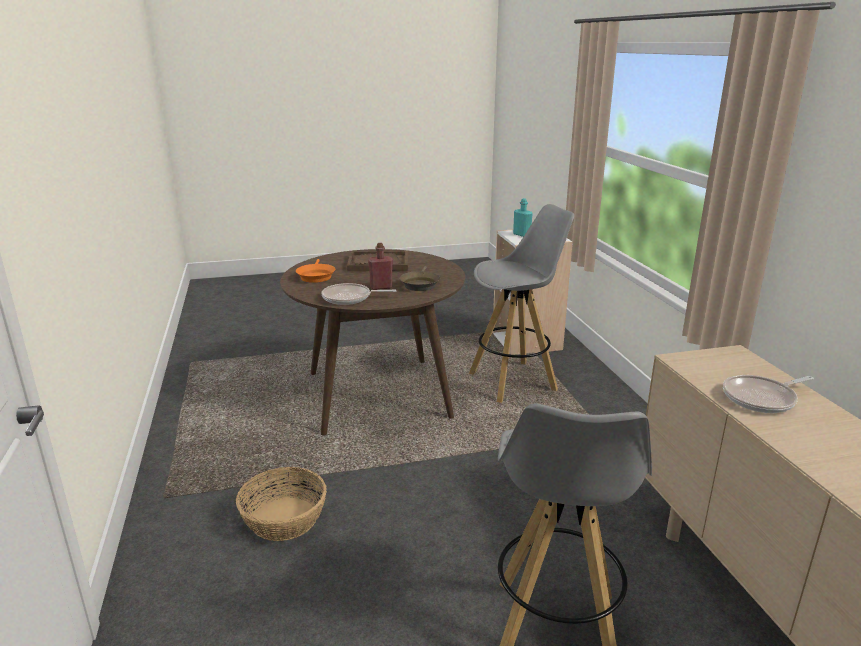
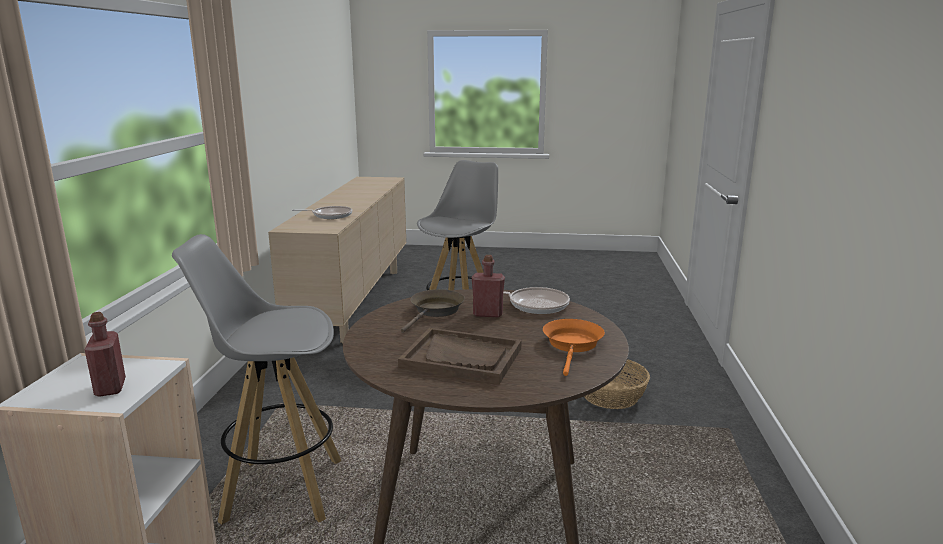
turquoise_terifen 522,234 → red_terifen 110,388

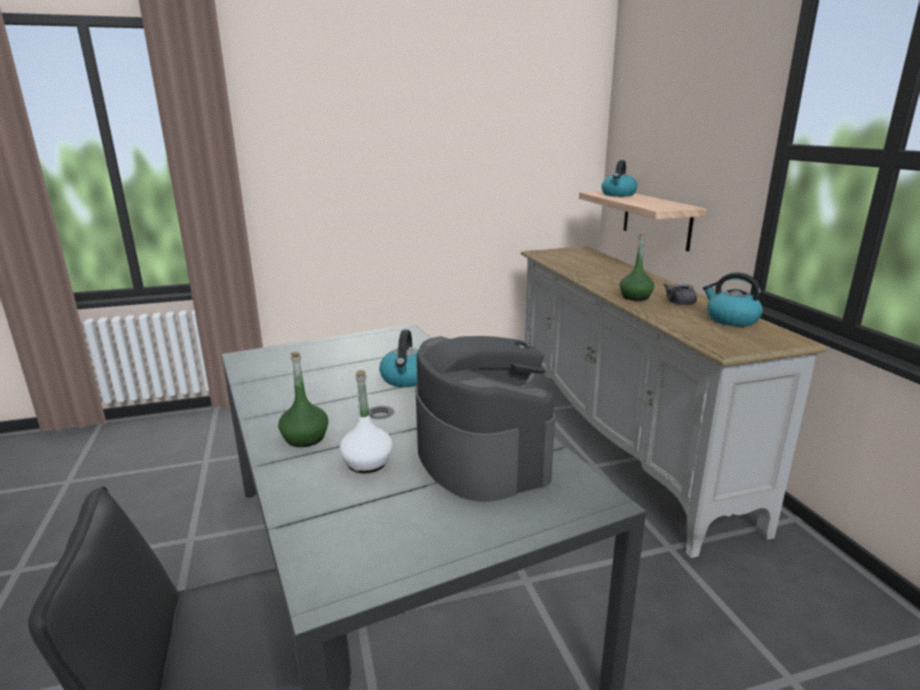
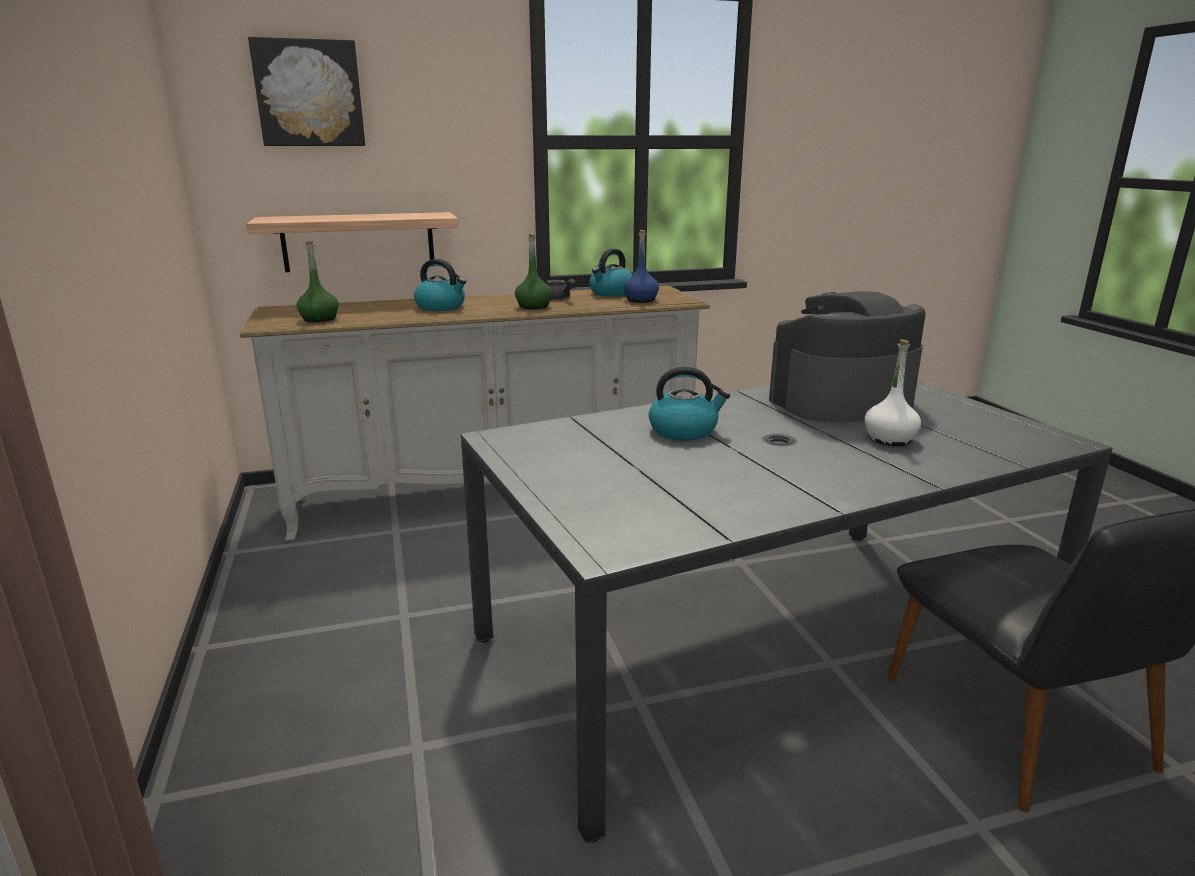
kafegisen 618,195 → kafegisen 441,307, moved
green_terifen 305,438 → green_terifen 319,319, moved
- → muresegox 309,94
- → blue_terifen 641,300

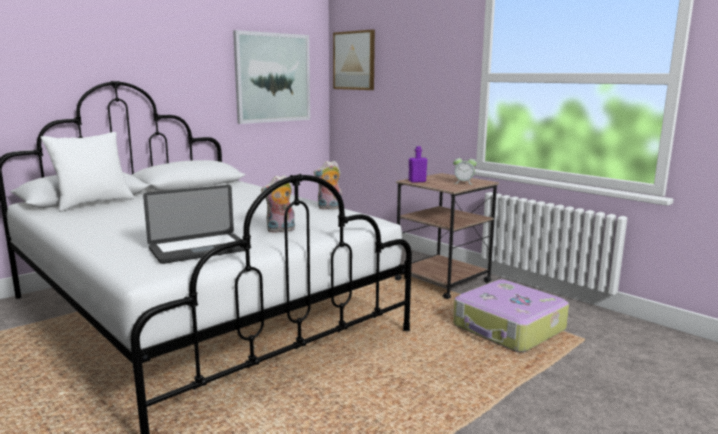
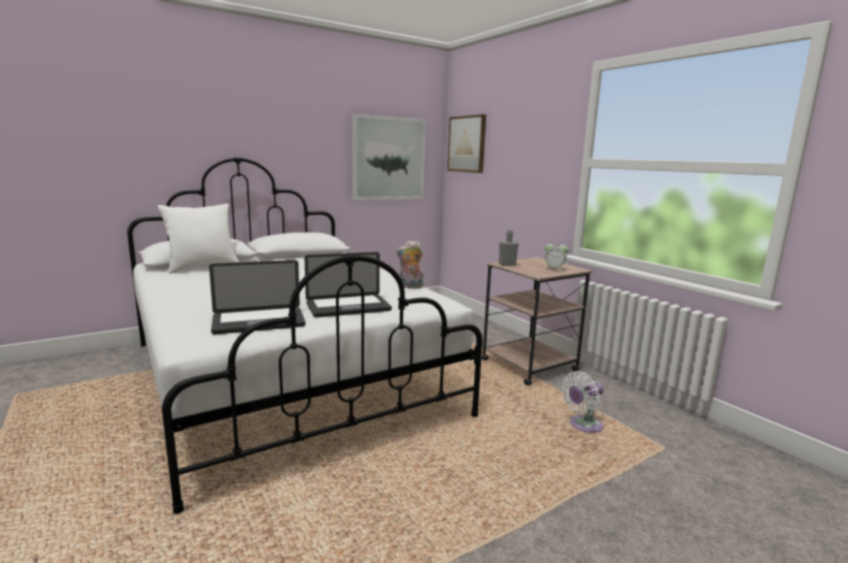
purple_terifen 417,181 → grey_terifen 507,264
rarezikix 280,230 → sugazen 348,307
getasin 508,328 → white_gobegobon 583,426

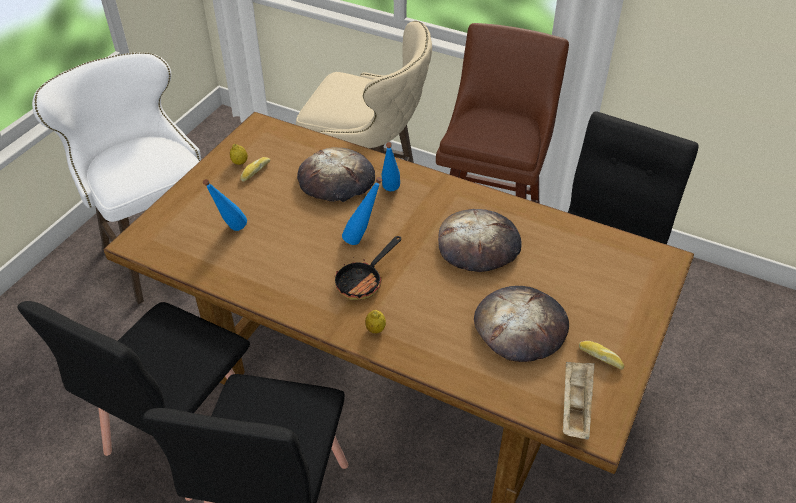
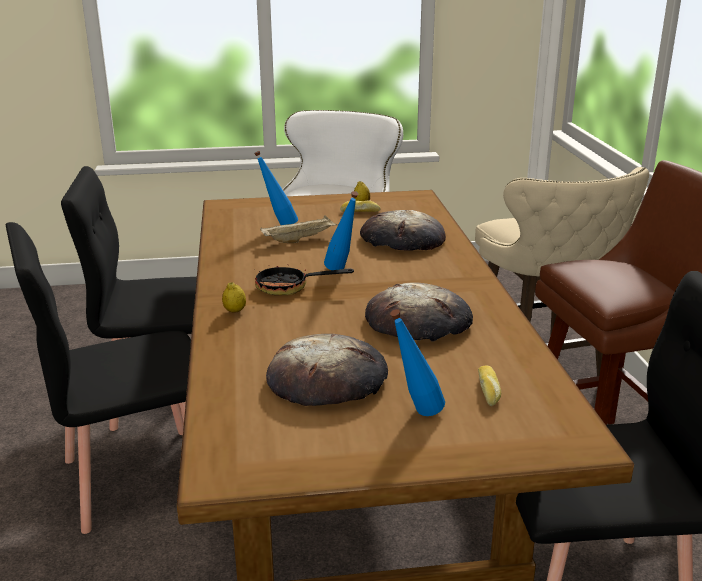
blue_terifen 390,193 → blue_terifen 415,415, moved
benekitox 601,357 → benekitox 489,391, moved
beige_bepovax 575,406 → beige_bepovax 300,239, moved

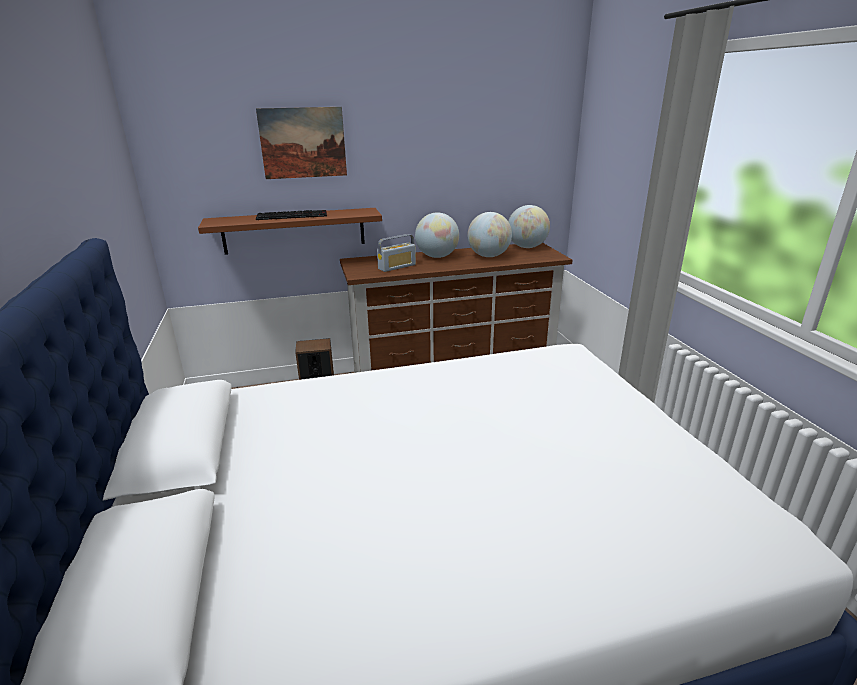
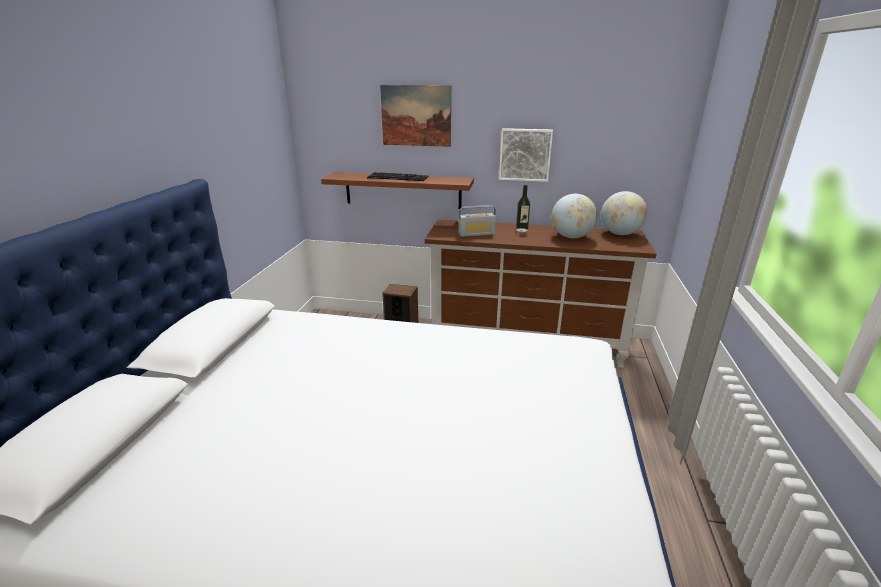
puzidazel 437,256 → terifen 522,230
- → muresegox 525,154

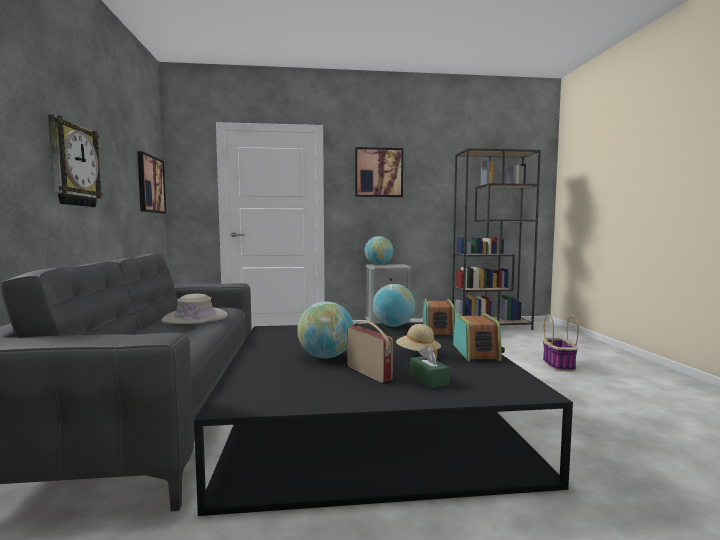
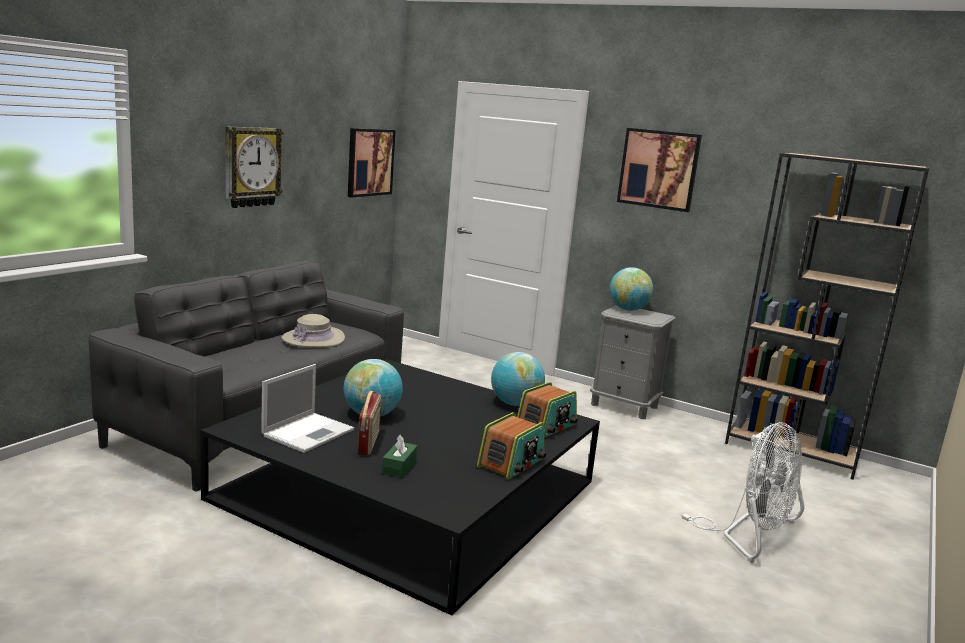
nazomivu 558,365 → white_gobegobon 749,533
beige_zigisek 418,354 → -
- → sugazen 309,432

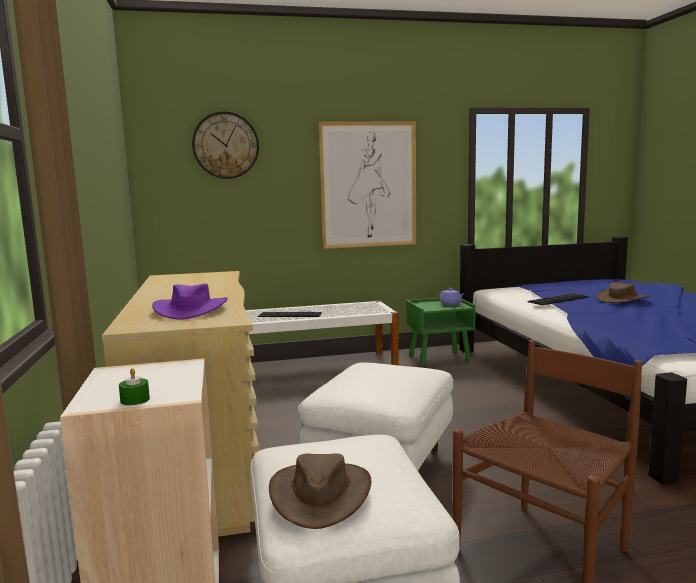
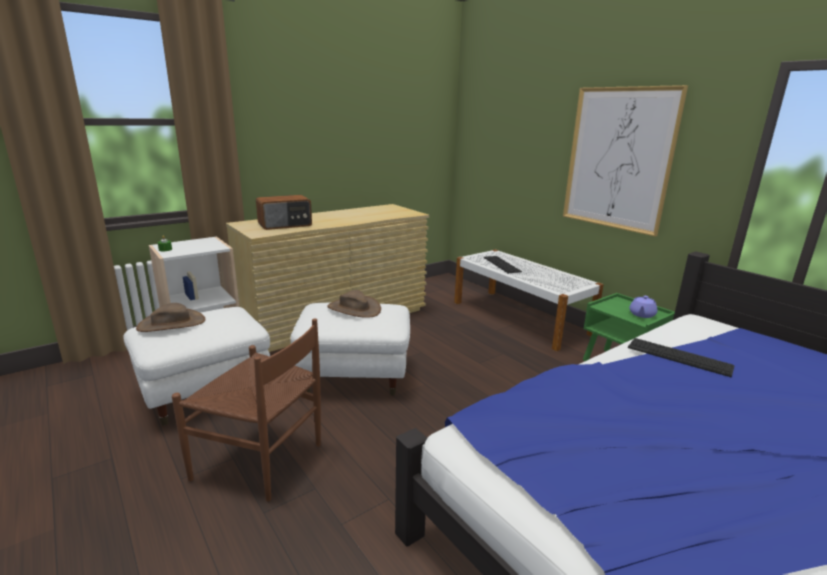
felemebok 225,145 → -
brown_zigisek 622,299 → brown_zigisek 354,309, moved
purple_zigisek 191,310 → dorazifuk 285,225

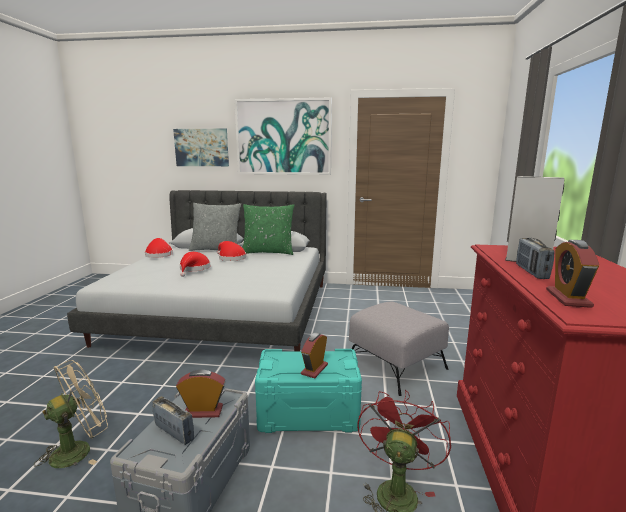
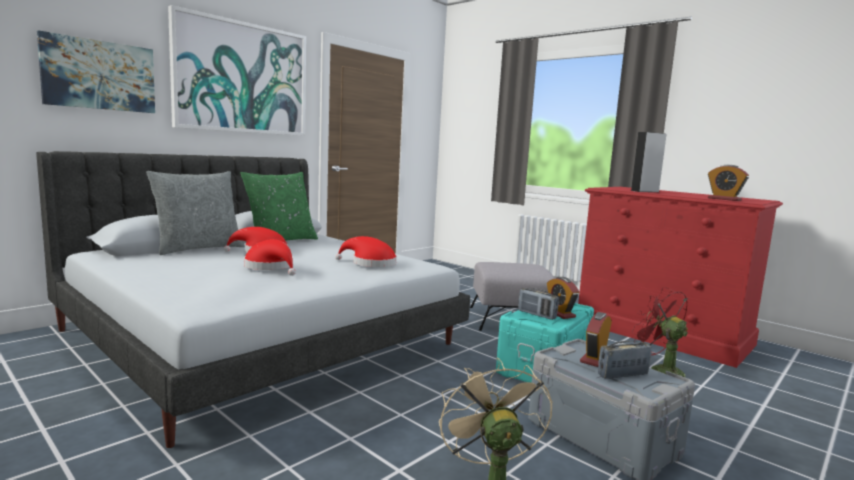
red_zigisek 159,254 → red_zigisek 370,263, moved
dorazifuk 531,272 → dorazifuk 536,315, moved

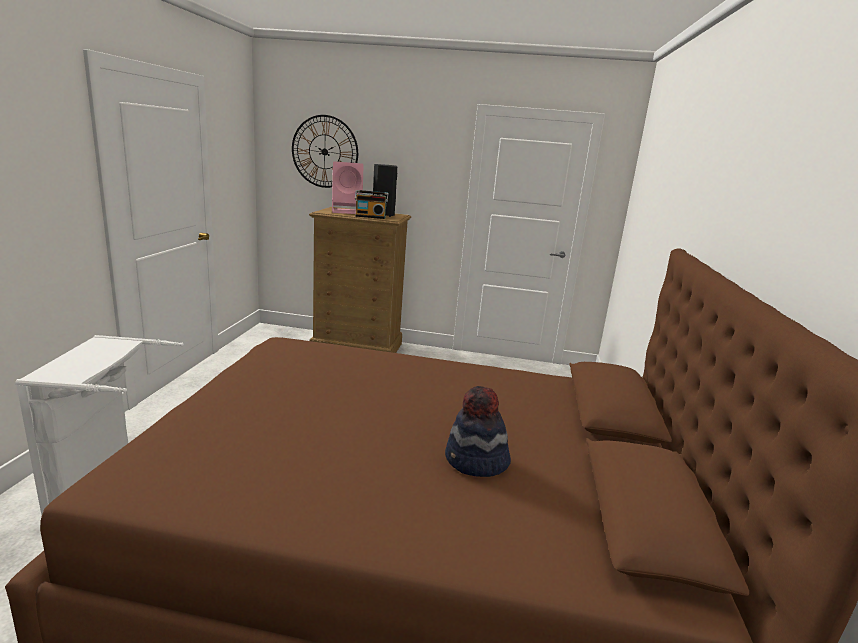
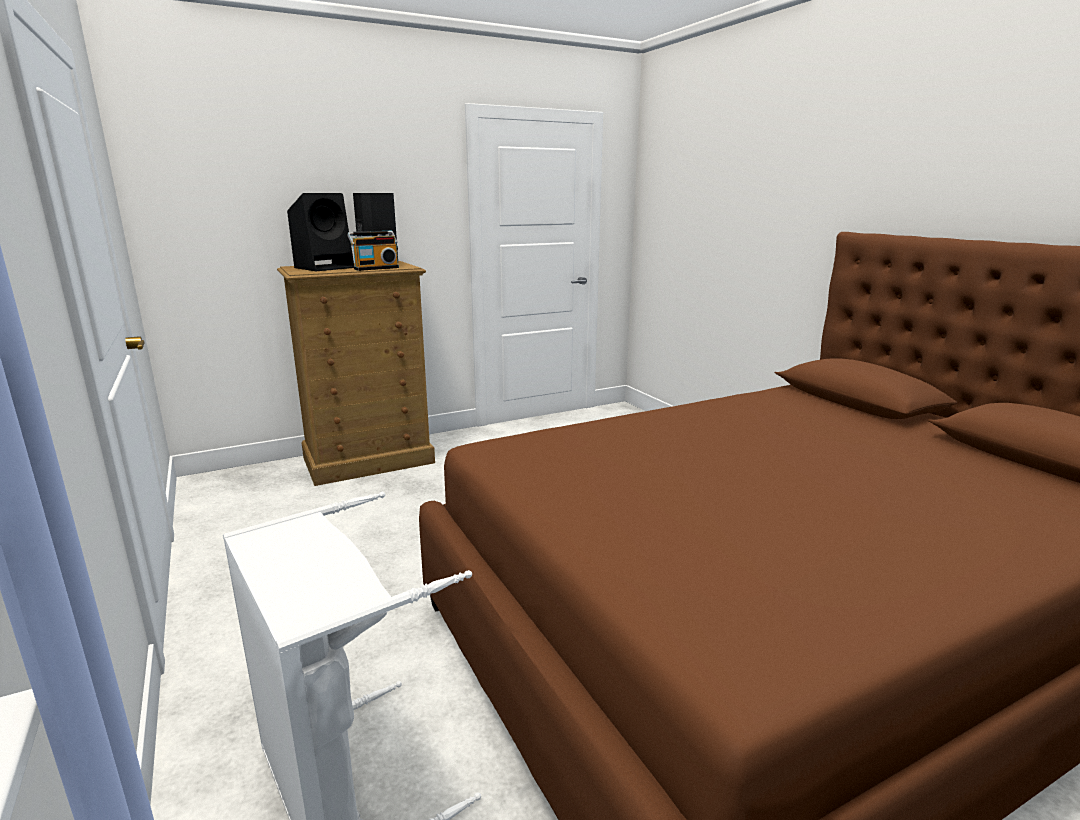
felemebok 324,151 → -
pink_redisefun 347,211 → black_redisefun 325,267
zigisek 476,462 → -

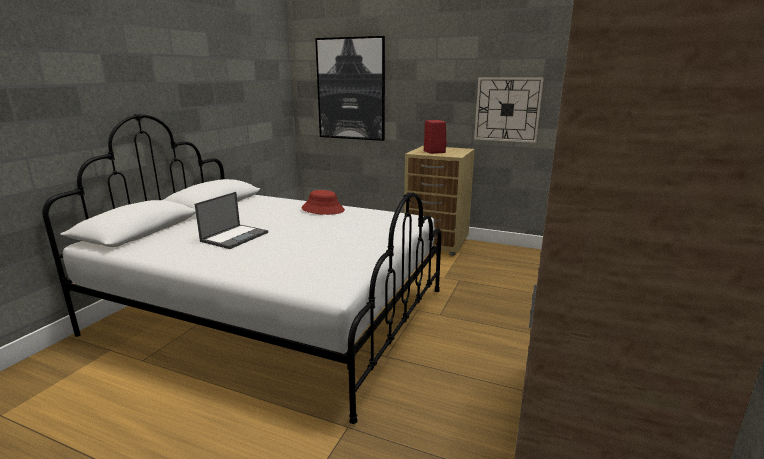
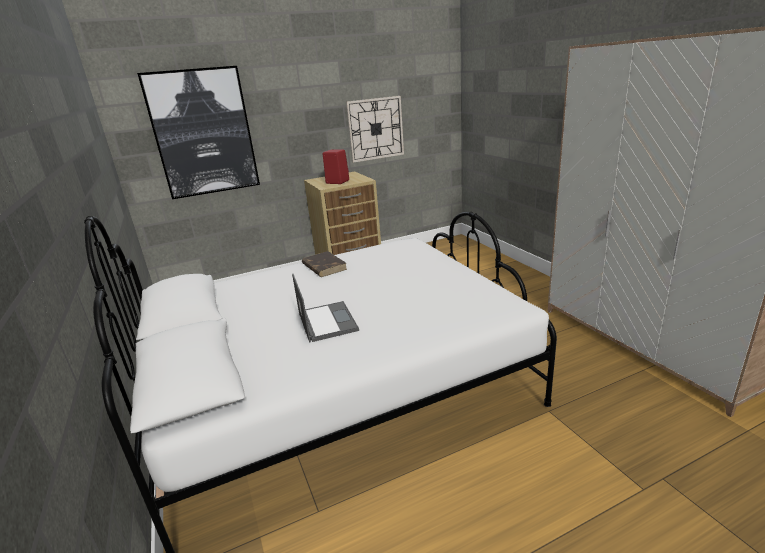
red_zigisek 323,209 → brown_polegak 324,266

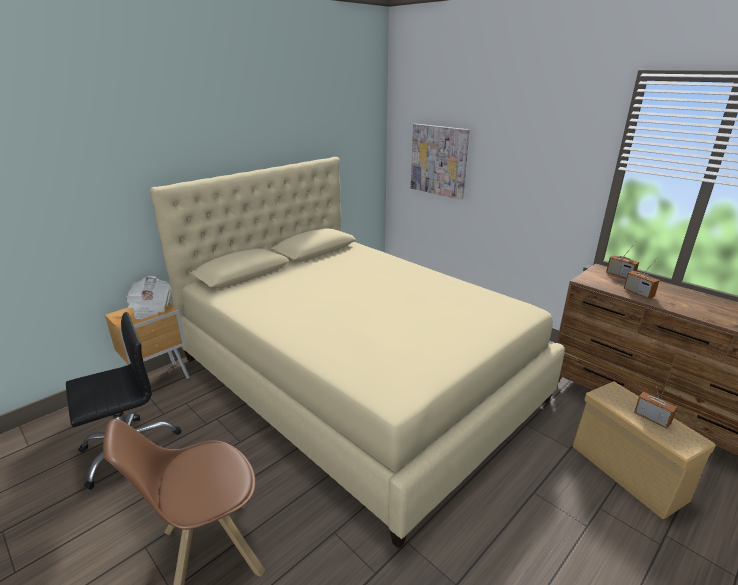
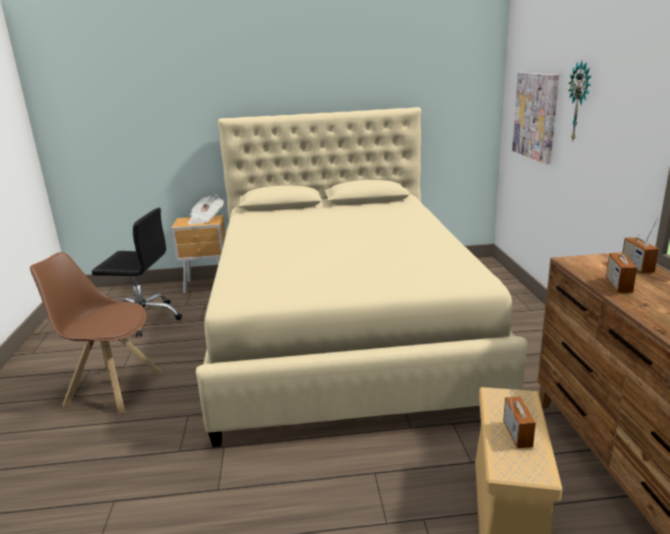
- → felemebok 580,101

